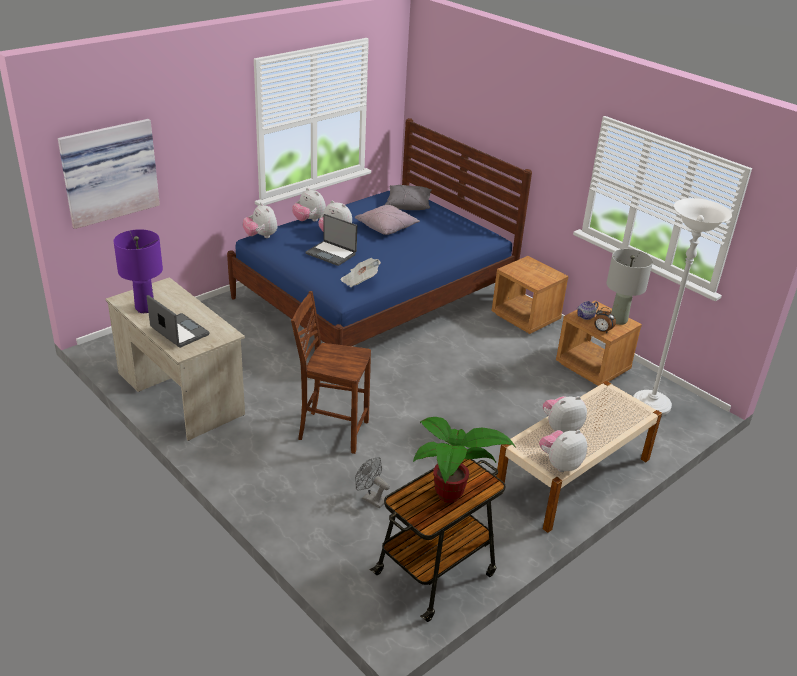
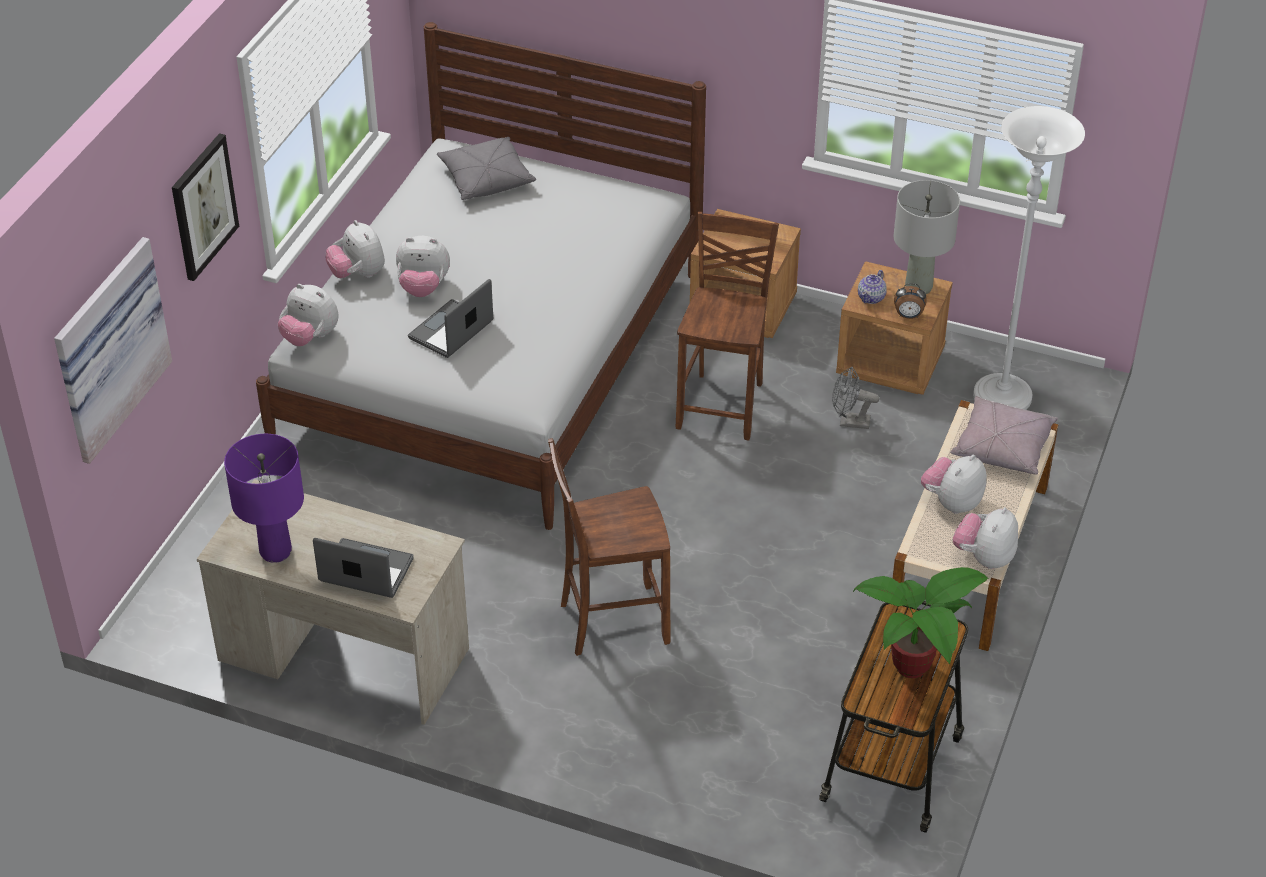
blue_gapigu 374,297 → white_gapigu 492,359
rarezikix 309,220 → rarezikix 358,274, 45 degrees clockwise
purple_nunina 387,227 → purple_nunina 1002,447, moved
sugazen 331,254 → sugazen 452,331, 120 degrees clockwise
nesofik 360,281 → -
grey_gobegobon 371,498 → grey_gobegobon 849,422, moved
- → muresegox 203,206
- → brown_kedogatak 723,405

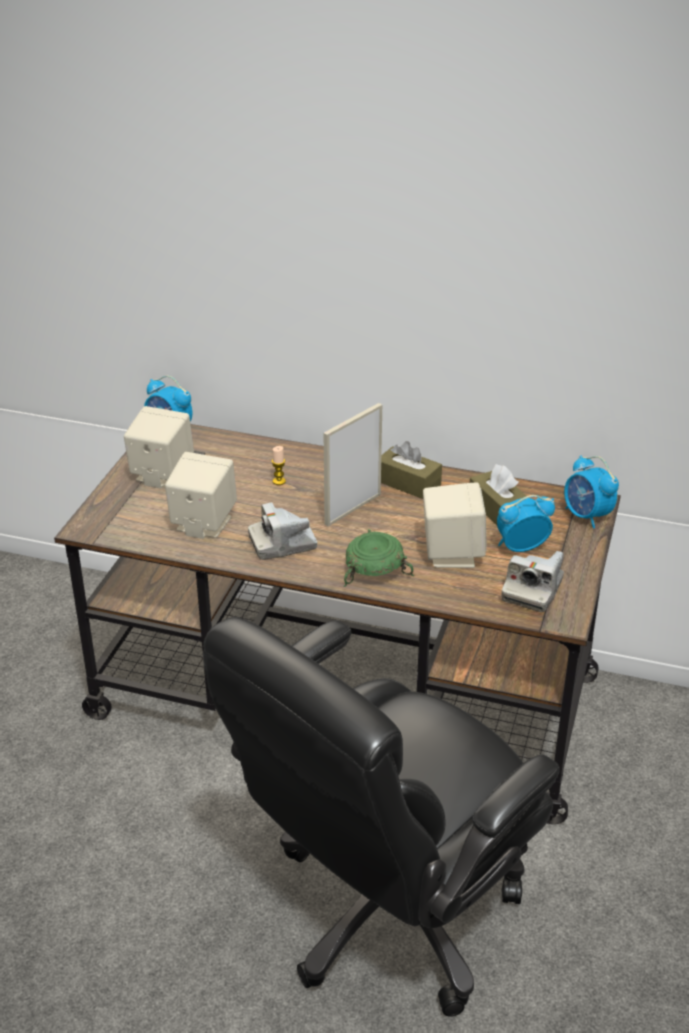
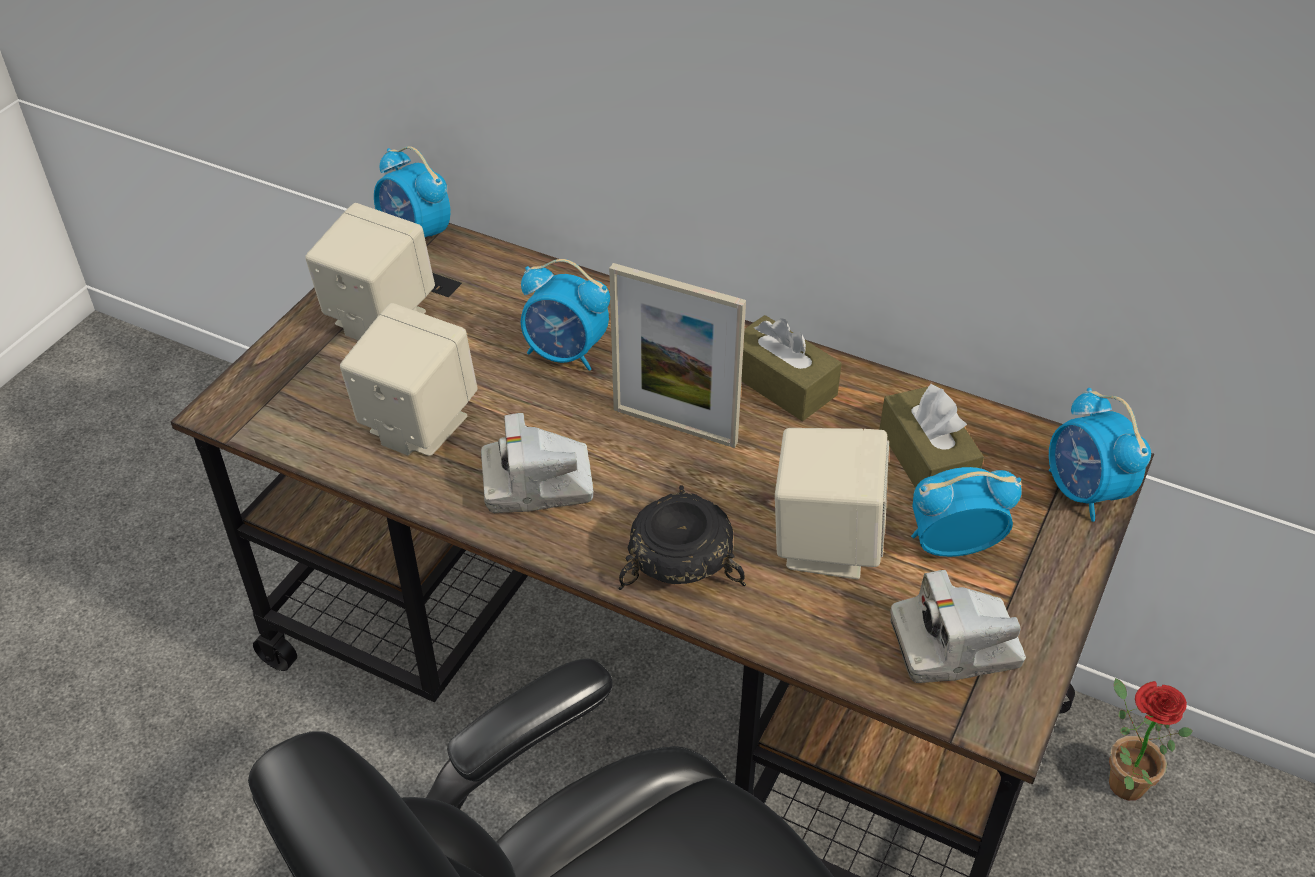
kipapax 353,509 → kipapax 675,426, 120 degrees counterclockwise
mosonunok 279,481 → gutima 565,354
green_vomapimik 375,569 → black_vomapimik 682,560
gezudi 532,590 → gezudi 954,645, 45 degrees clockwise
- → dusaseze 1119,778

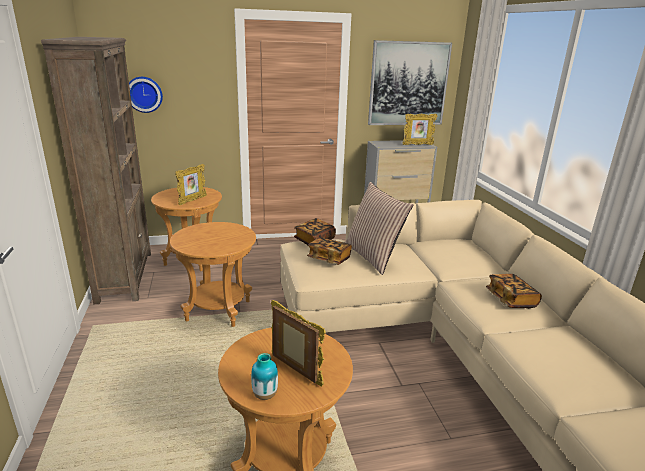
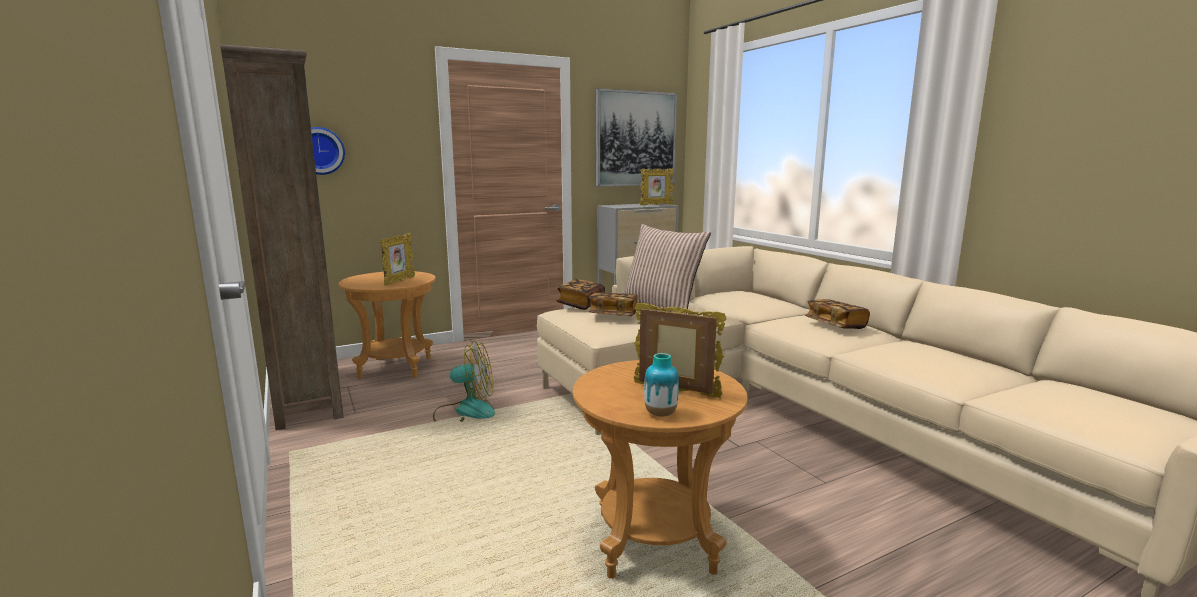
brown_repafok 218,310 → gobegobon 465,412

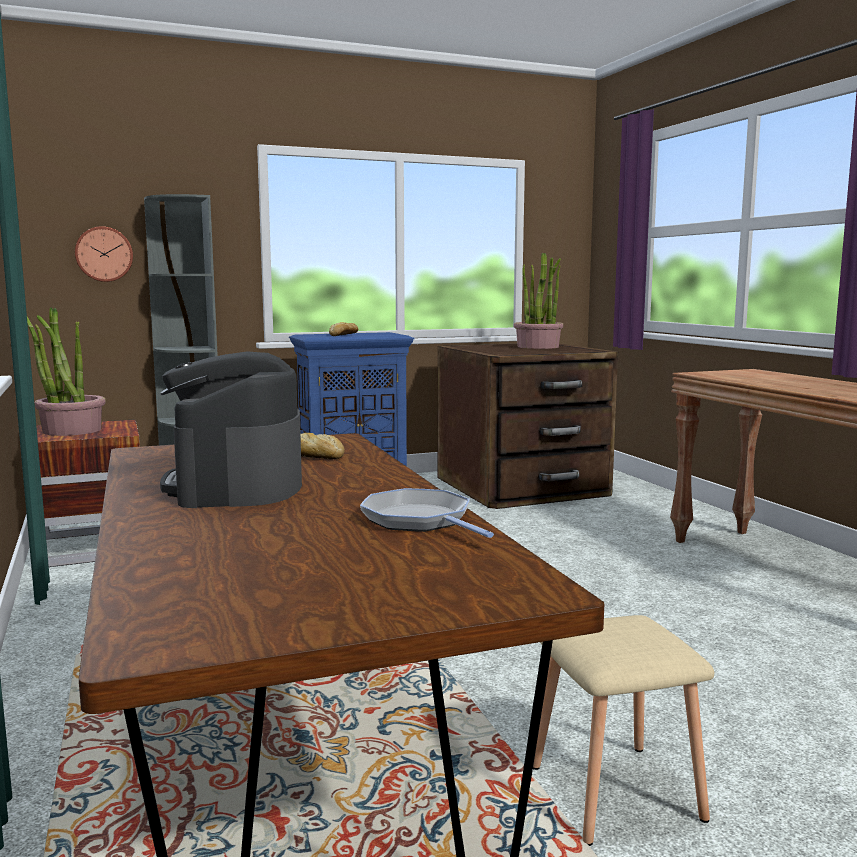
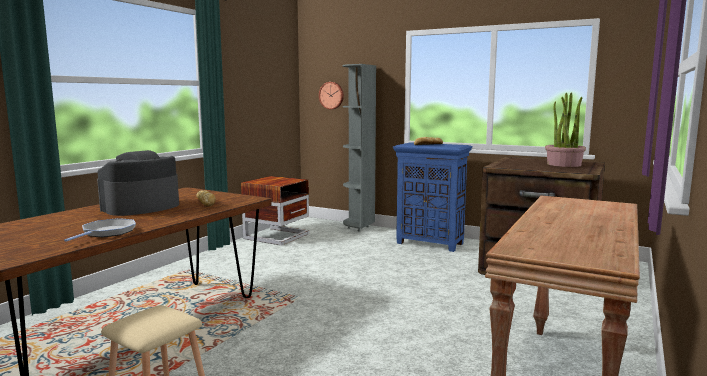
dusaseze 71,430 → -

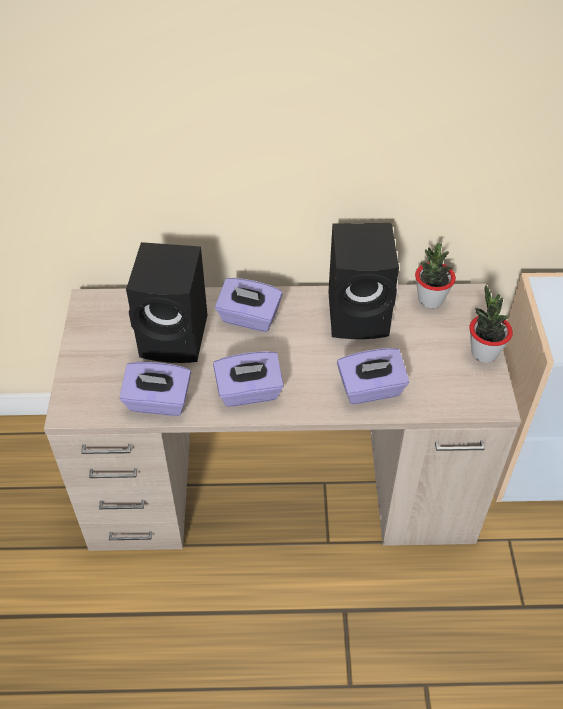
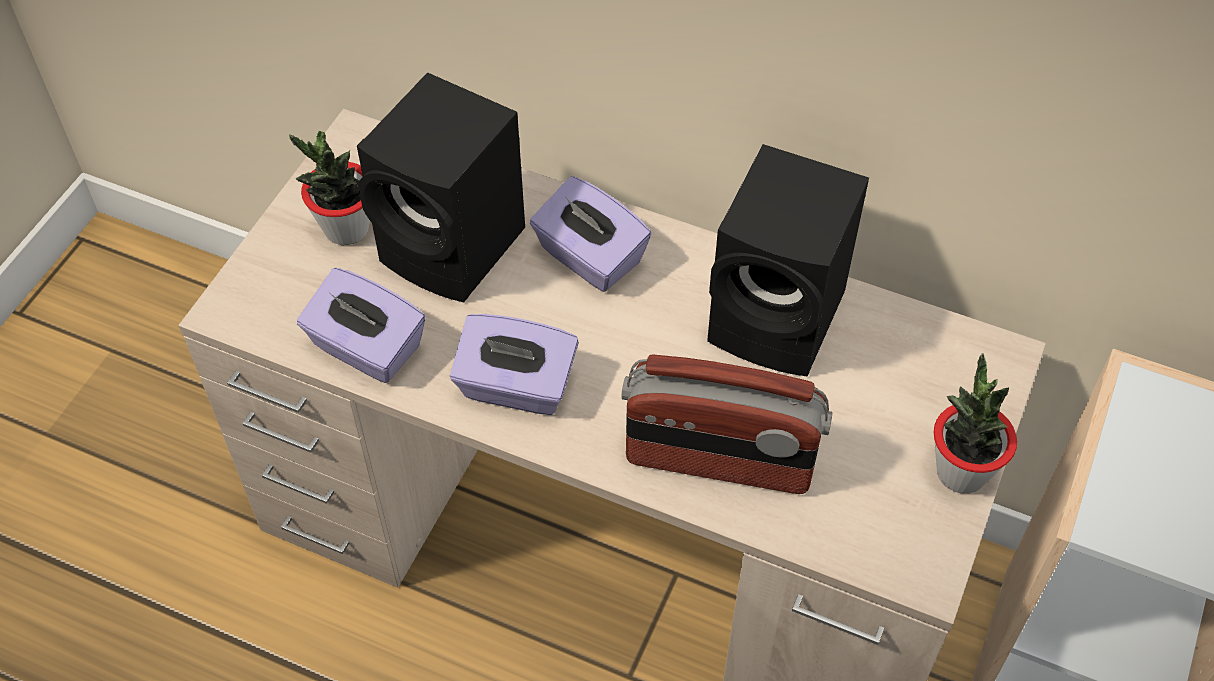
dusaseze 430,300 → dusaseze 346,229, moved
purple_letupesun 371,390 → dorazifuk 719,461

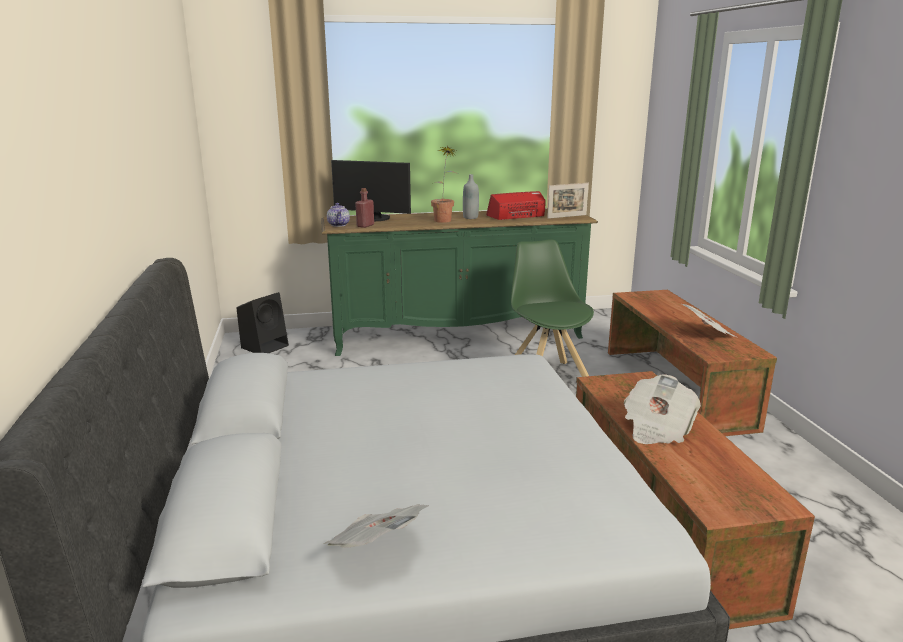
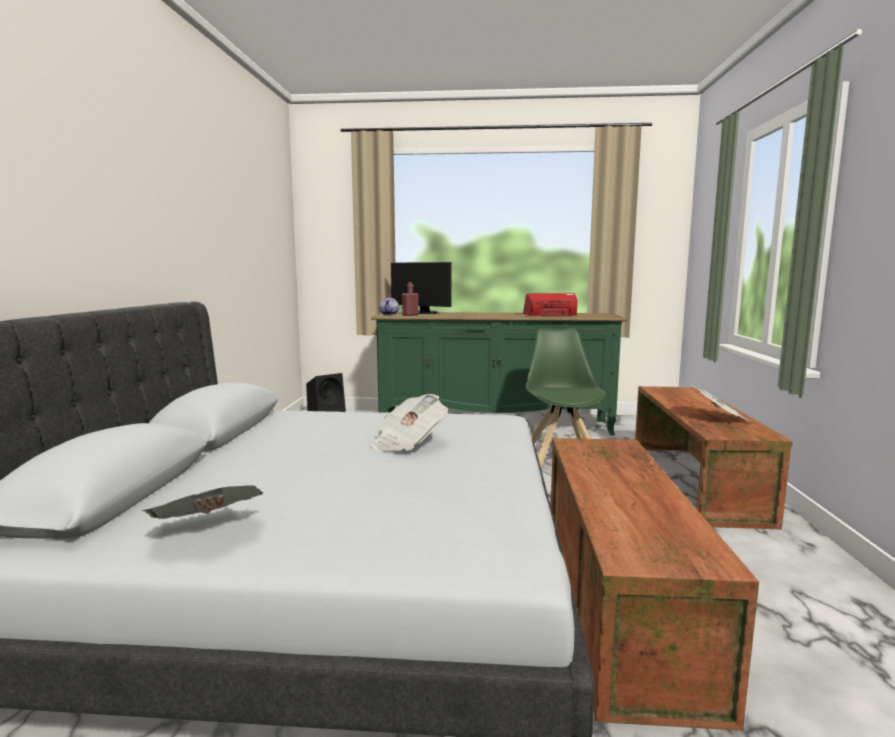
dusaseze 444,219 → -
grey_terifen 470,217 → -
kipapax 567,216 → -
nesofik 657,428 → nesofik 408,442, moved

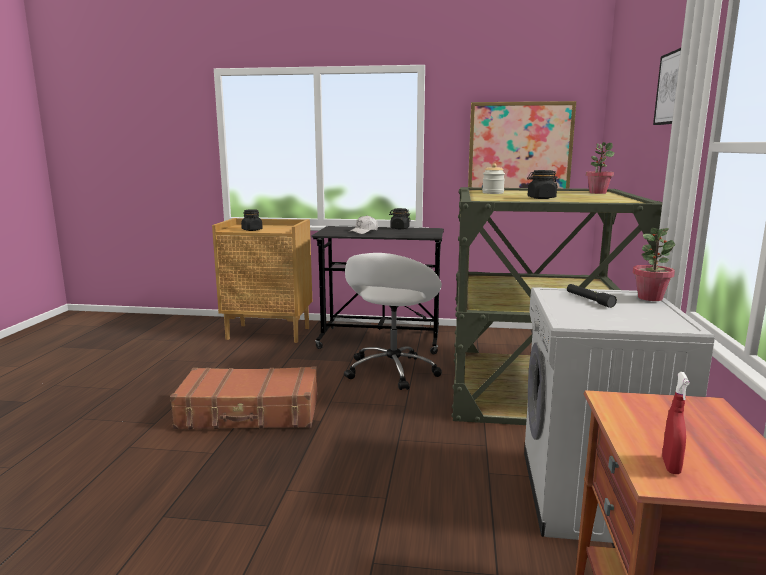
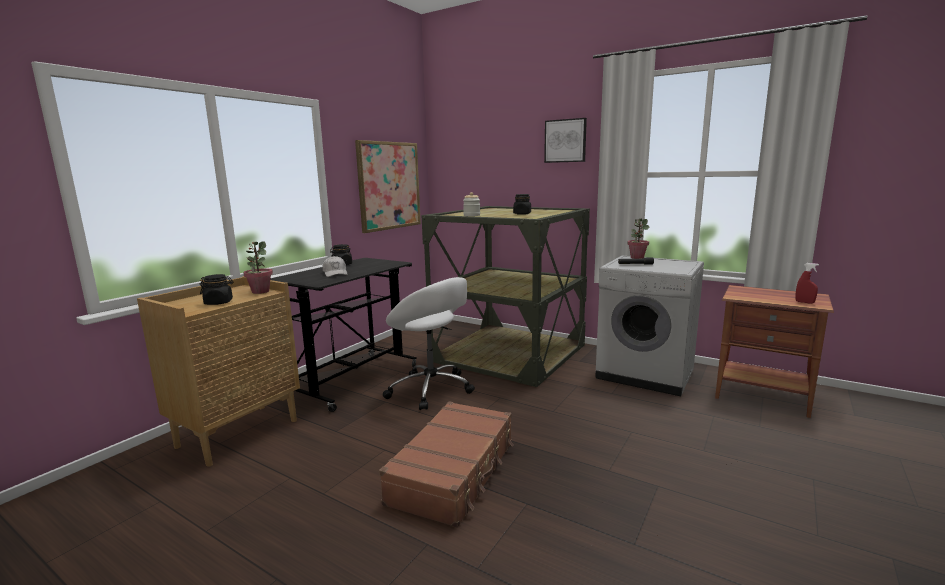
dusaseze 597,193 → dusaseze 260,291, moved

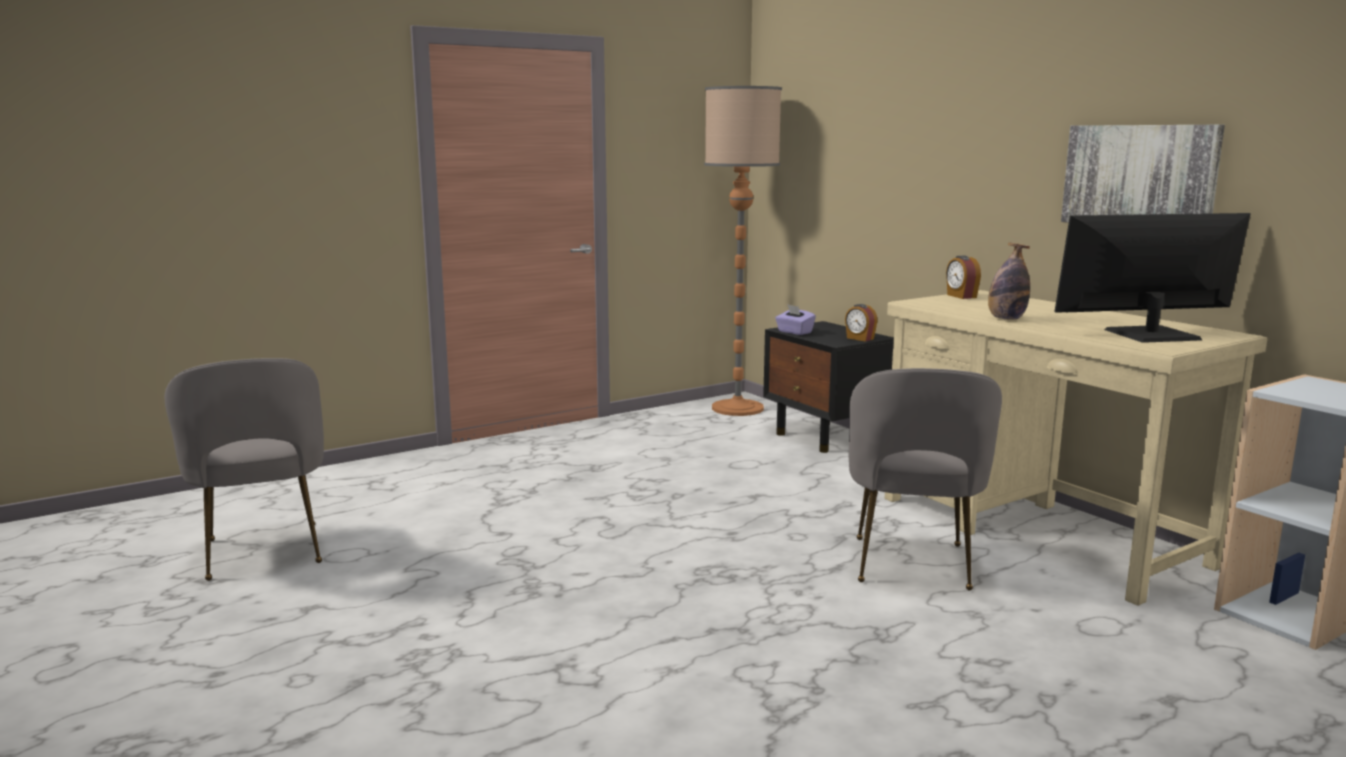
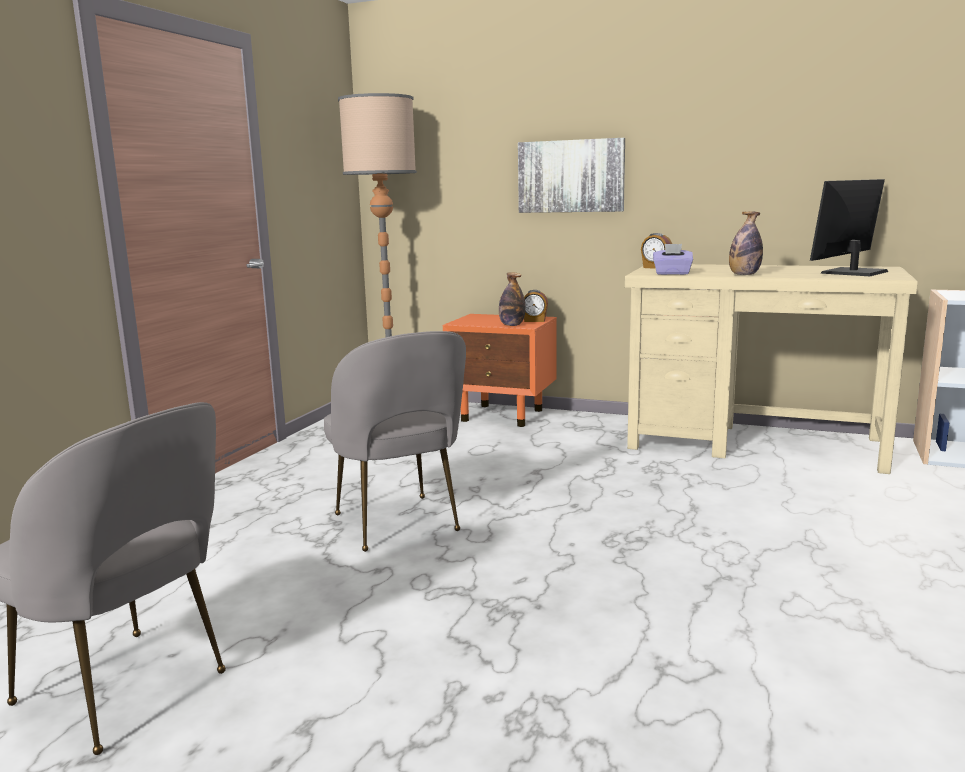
muresegox 1139,176 → muresegox 571,176, moved
purple_letupesun 794,332 → purple_letupesun 672,273, moved
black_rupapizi 826,437 → orange_rupapizi 503,415
grey_kedogatak 911,568 → grey_kedogatak 399,527, moved
- → terifen 512,325

